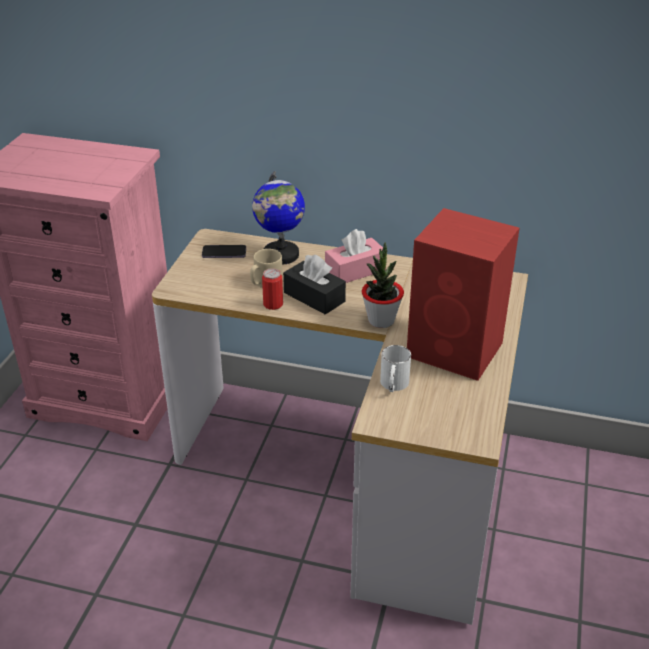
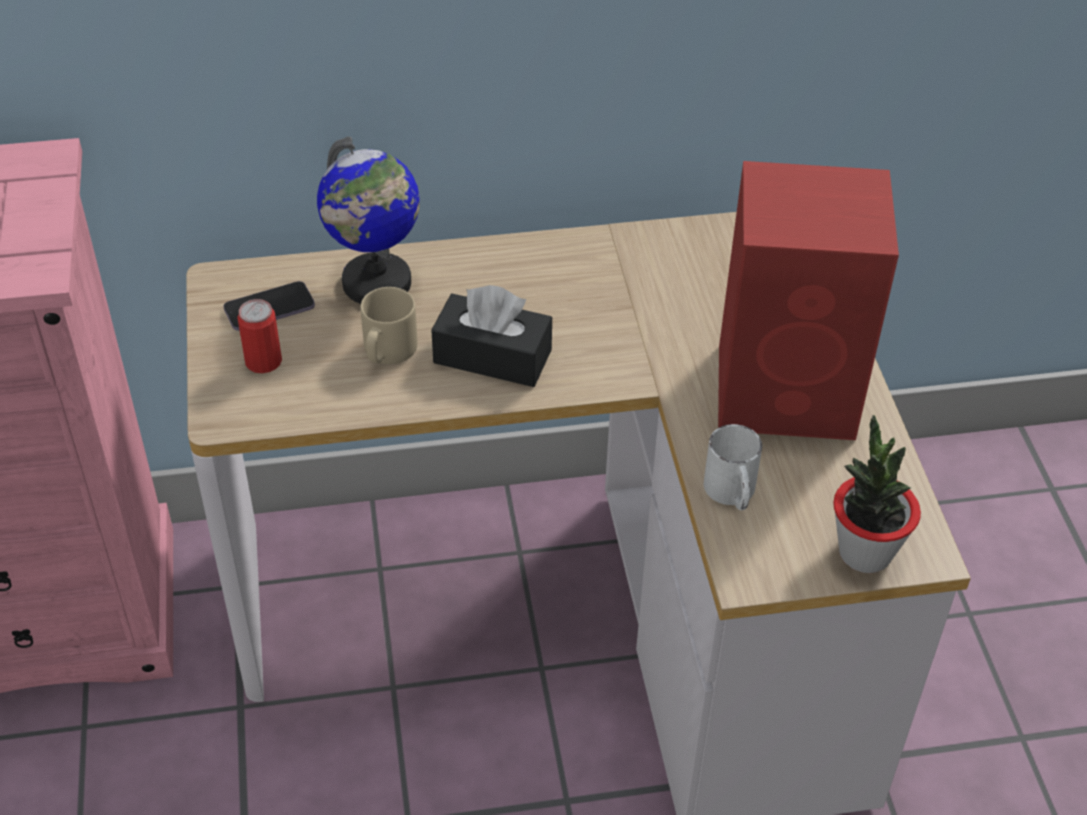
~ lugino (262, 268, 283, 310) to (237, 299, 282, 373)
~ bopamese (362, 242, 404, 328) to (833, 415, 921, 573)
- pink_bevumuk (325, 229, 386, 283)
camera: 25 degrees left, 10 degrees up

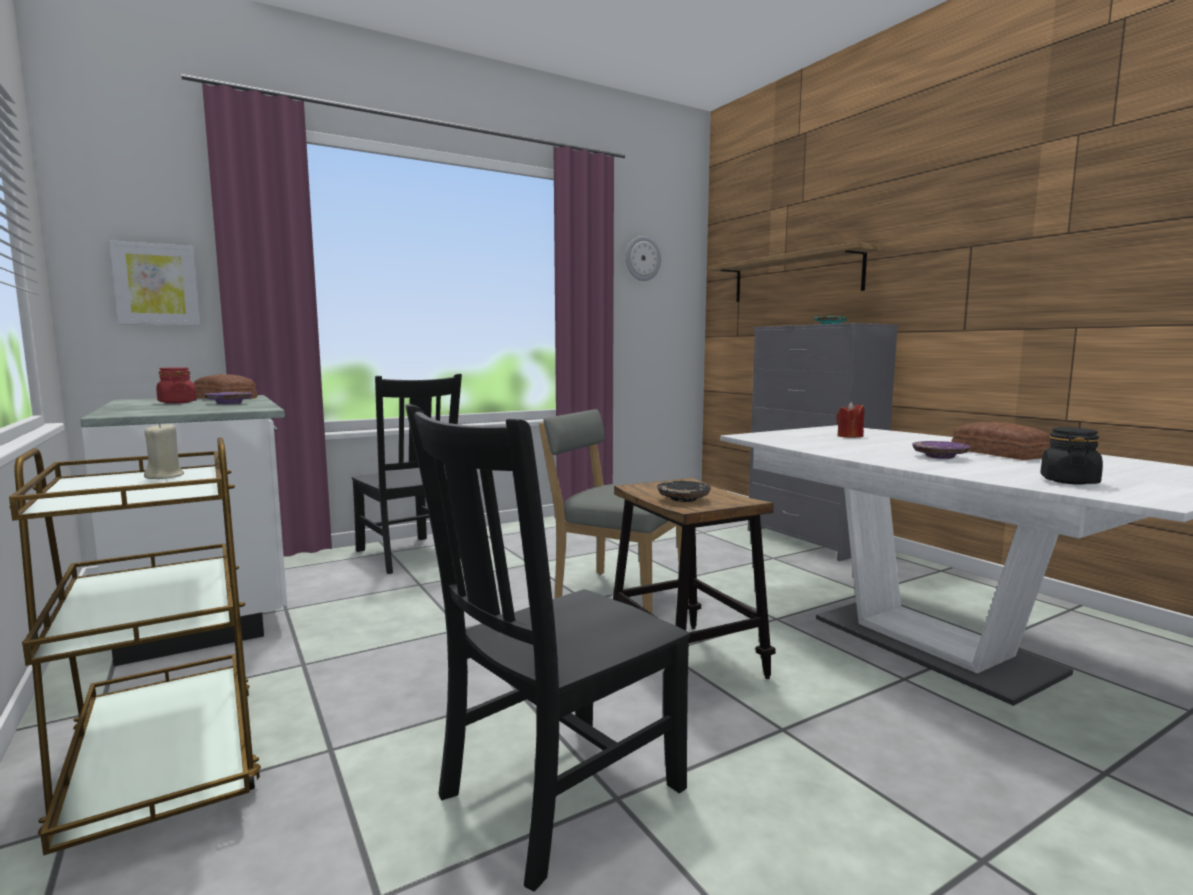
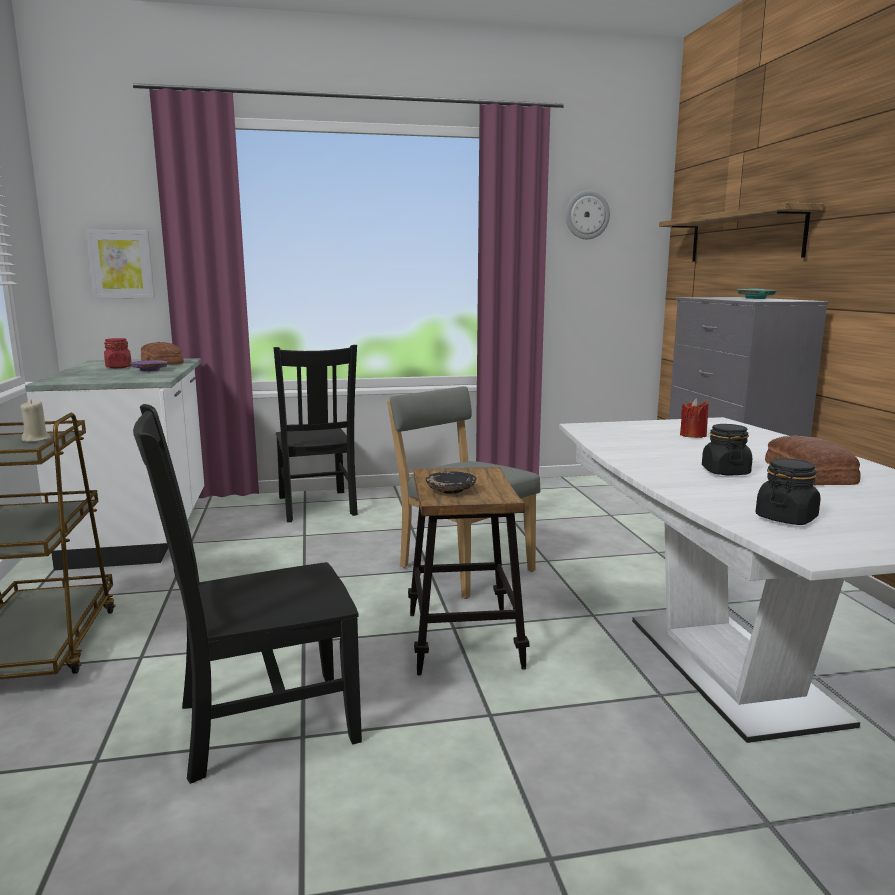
~ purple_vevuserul (912, 441, 971, 459) to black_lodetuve (702, 424, 752, 476)
camera: 20 degrees right, 5 degrees up

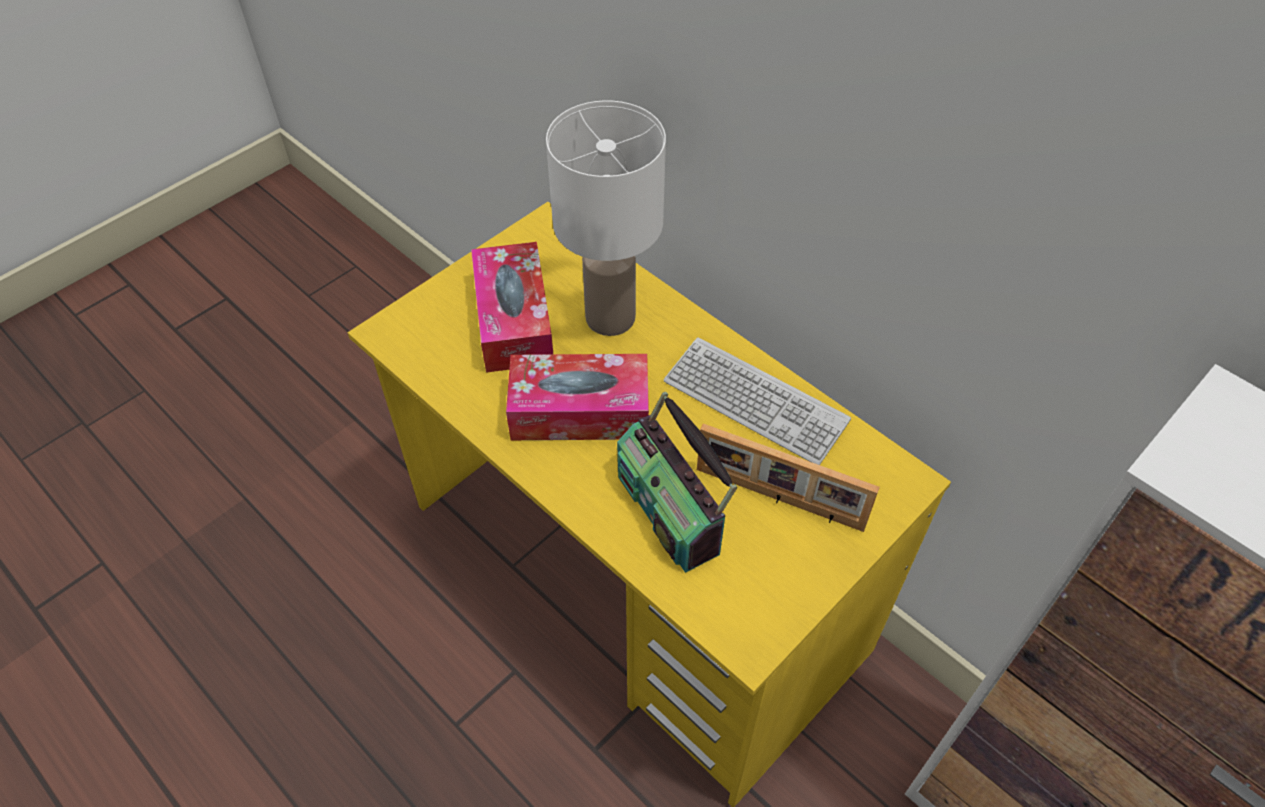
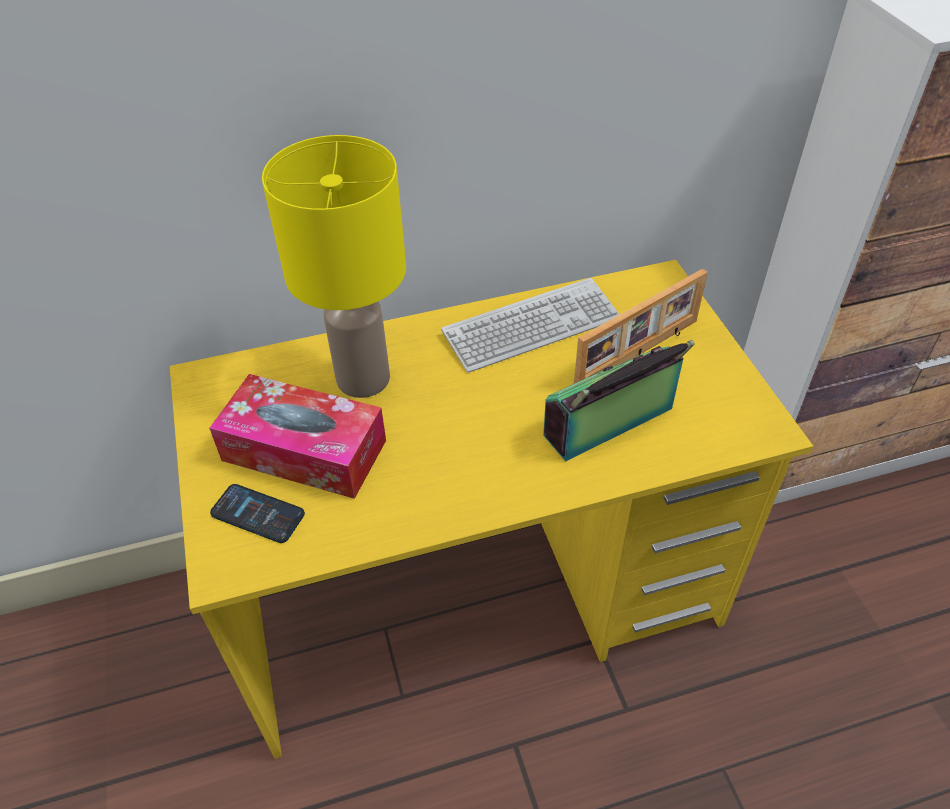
+ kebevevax (210, 484, 305, 543)
~ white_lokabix (546, 100, 666, 336) to yellow_lokabix (262, 135, 406, 398)
~ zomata (617, 392, 738, 573) = (543, 340, 694, 462) 150 degrees clockwise
- bevumuk (506, 354, 649, 440)
camera: 60 degrees left, 5 degrees down

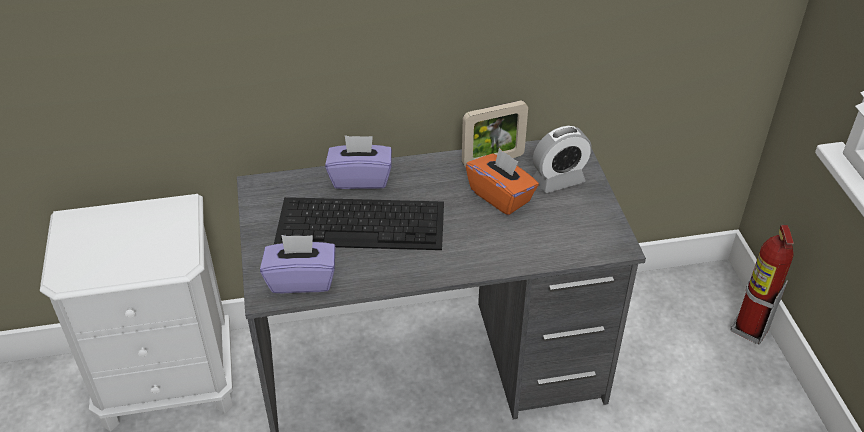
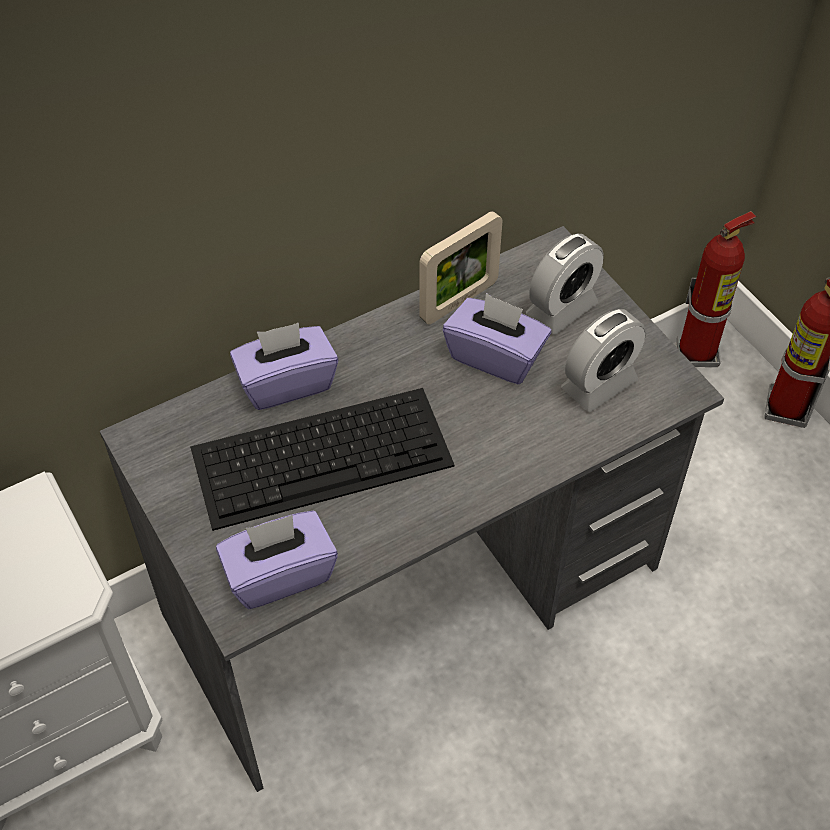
~ orange_bevumuk (466, 148, 539, 215) to purple_bevumuk (443, 293, 551, 384)
+ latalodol (561, 309, 646, 412)
+ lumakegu (676, 211, 757, 367)
camera: 20 degrees left, 10 degrees up

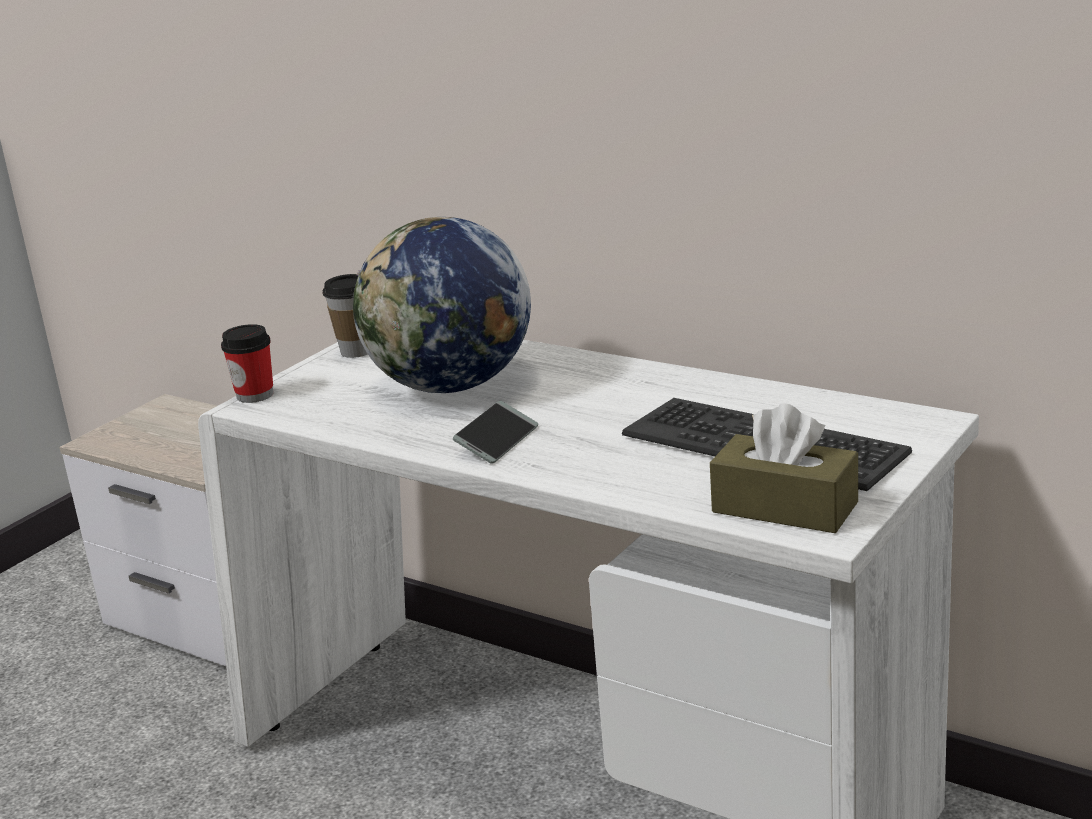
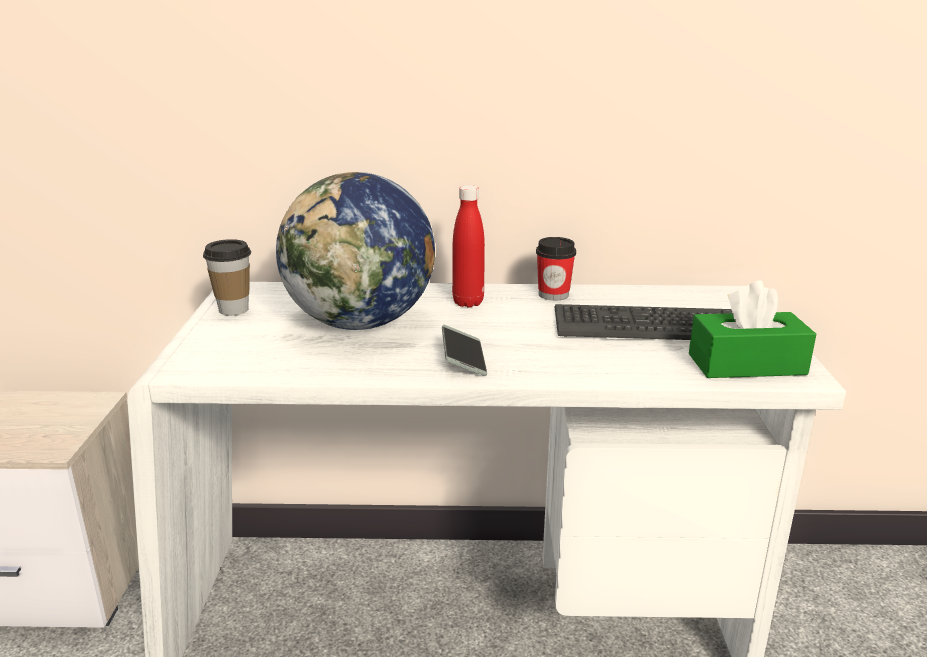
+ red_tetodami (452, 185, 485, 308)
~ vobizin (221, 324, 274, 403) to (536, 237, 576, 301)
~ brown_bevumuk (710, 403, 858, 533) to green_bevumuk (689, 281, 816, 378)
camera: 35 degrees left, 0 degrees up

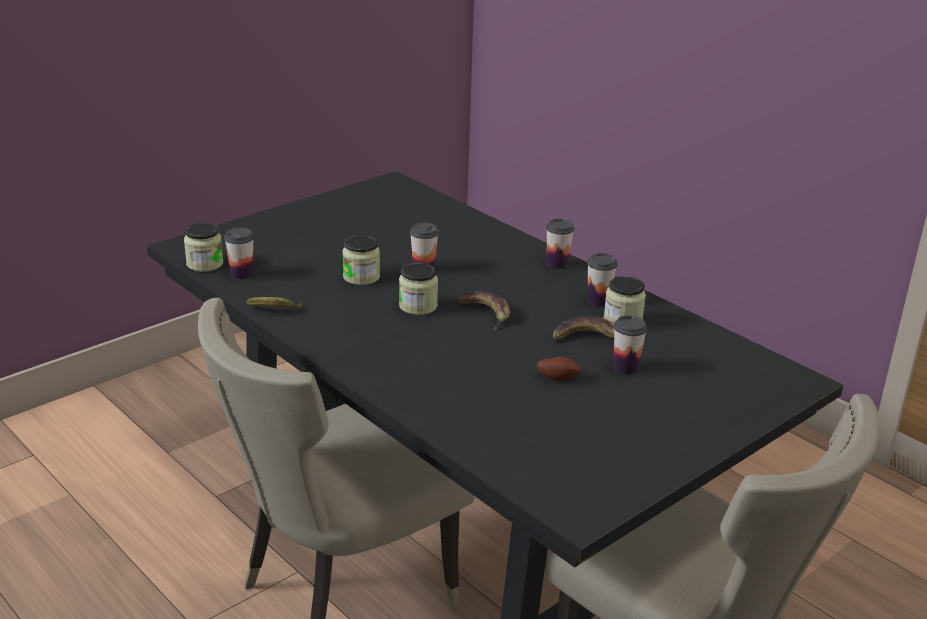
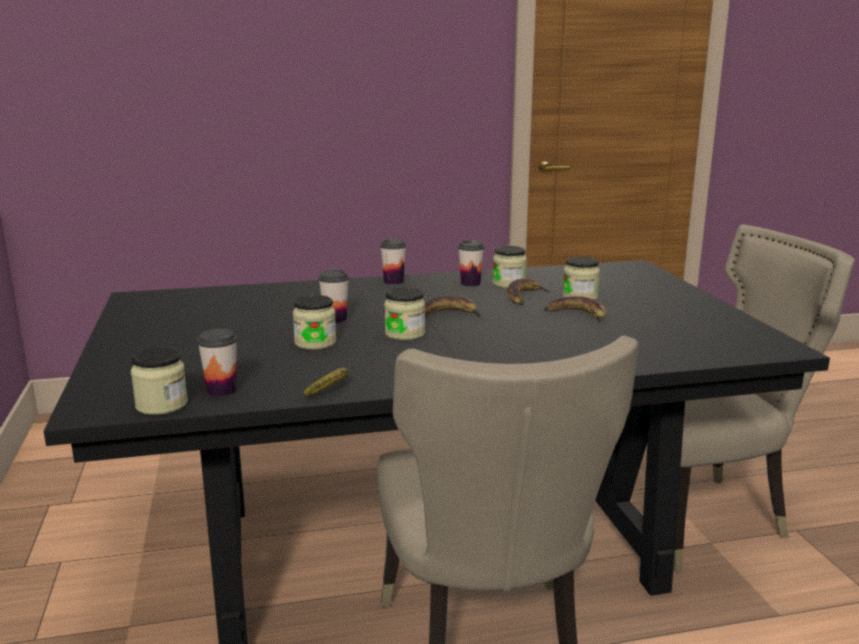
~ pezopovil (537, 356, 581, 380) to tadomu (544, 296, 606, 326)
~ vobizin (614, 315, 647, 374) to lodetuve (562, 257, 600, 300)
camera: 60 degrees left, 10 degrees down

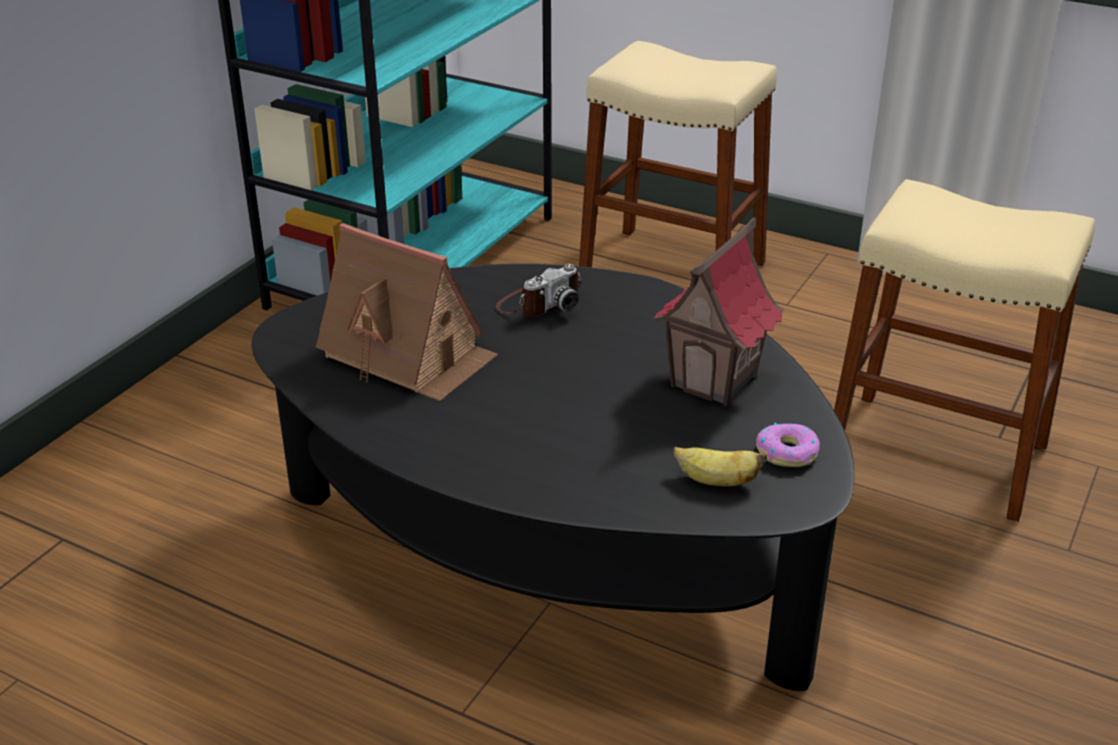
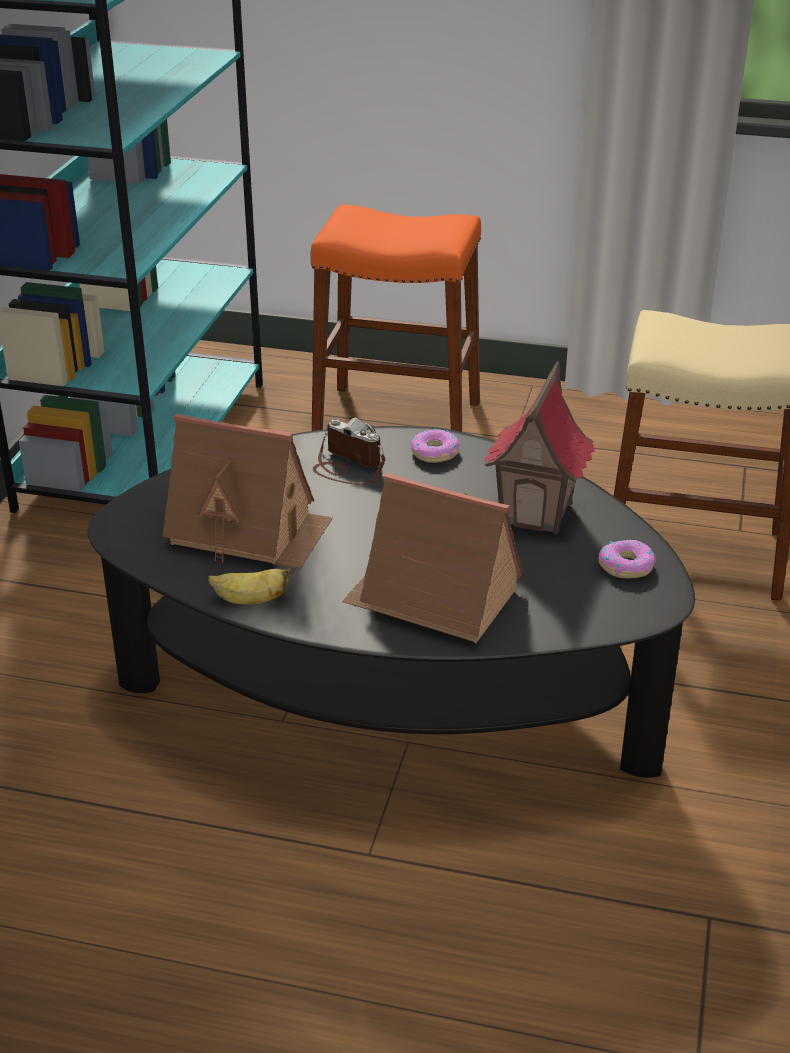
~ tadomu (673, 447, 767, 486) to (208, 568, 292, 604)
~ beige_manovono (579, 41, 777, 268) to orange_manovono (310, 205, 481, 432)
~ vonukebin (496, 264, 582, 317) = (313, 418, 385, 485) 90 degrees counterclockwise
+ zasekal (342, 473, 524, 643)
+ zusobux (411, 429, 460, 463)
camera: 15 degrees left, 0 degrees up

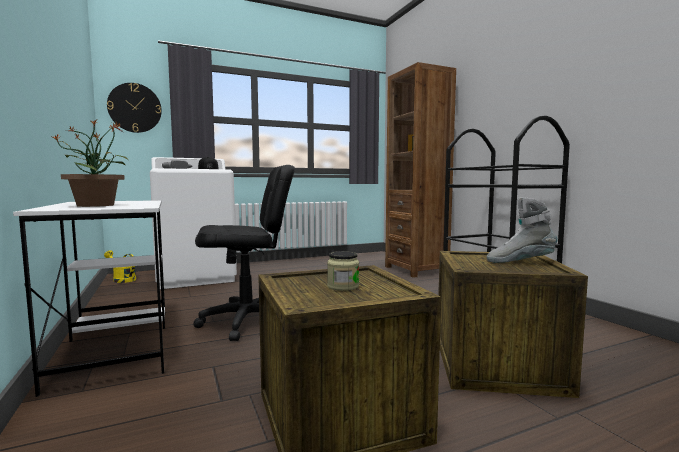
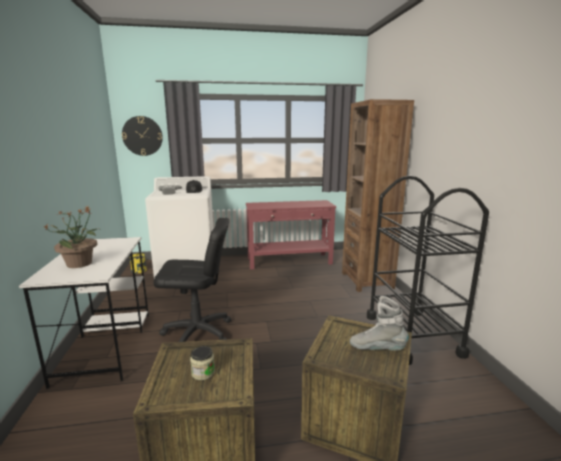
+ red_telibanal (246, 200, 336, 269)
camera: 15 degrees right, 10 degrees up

